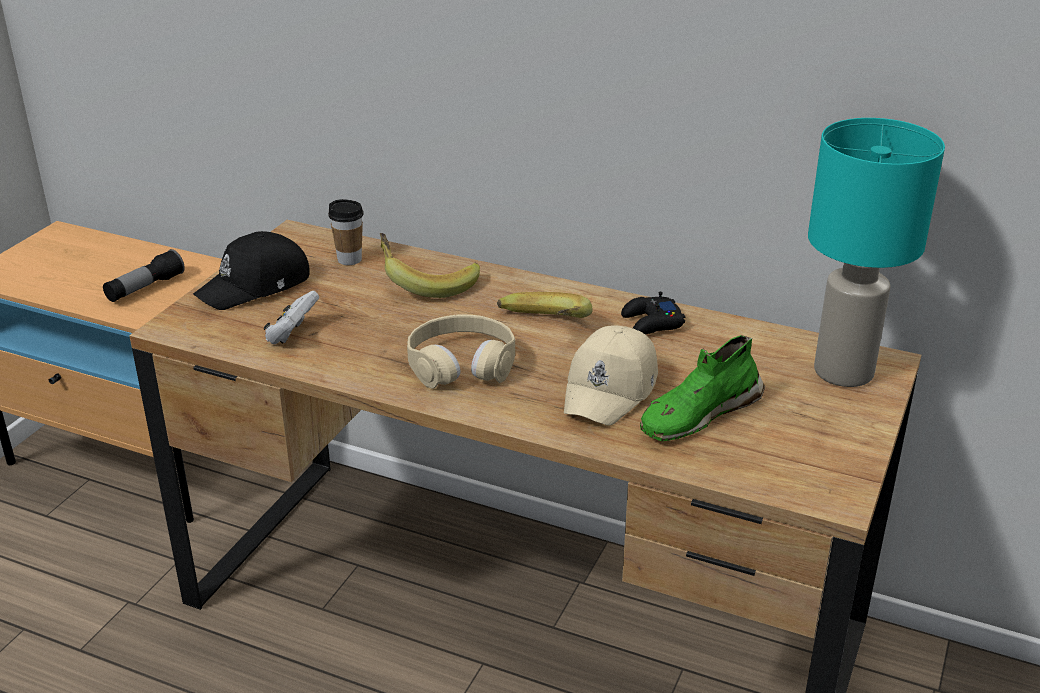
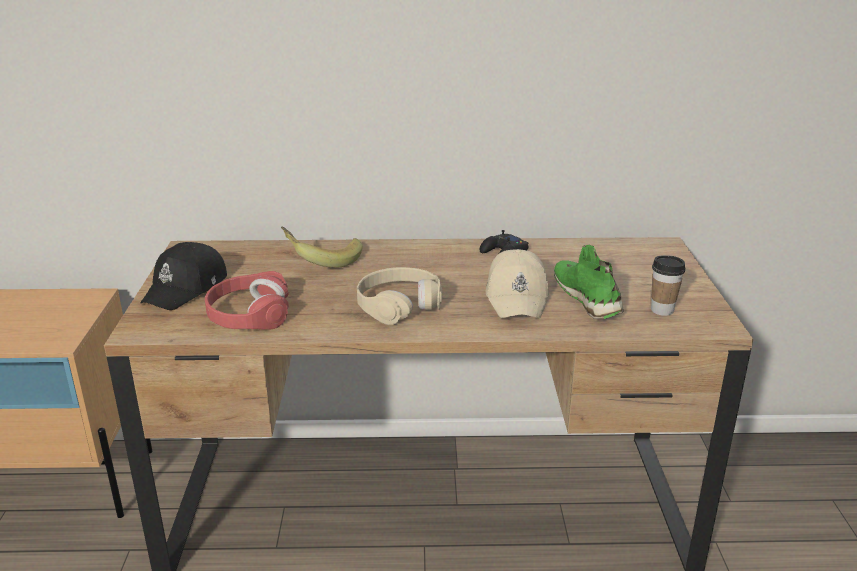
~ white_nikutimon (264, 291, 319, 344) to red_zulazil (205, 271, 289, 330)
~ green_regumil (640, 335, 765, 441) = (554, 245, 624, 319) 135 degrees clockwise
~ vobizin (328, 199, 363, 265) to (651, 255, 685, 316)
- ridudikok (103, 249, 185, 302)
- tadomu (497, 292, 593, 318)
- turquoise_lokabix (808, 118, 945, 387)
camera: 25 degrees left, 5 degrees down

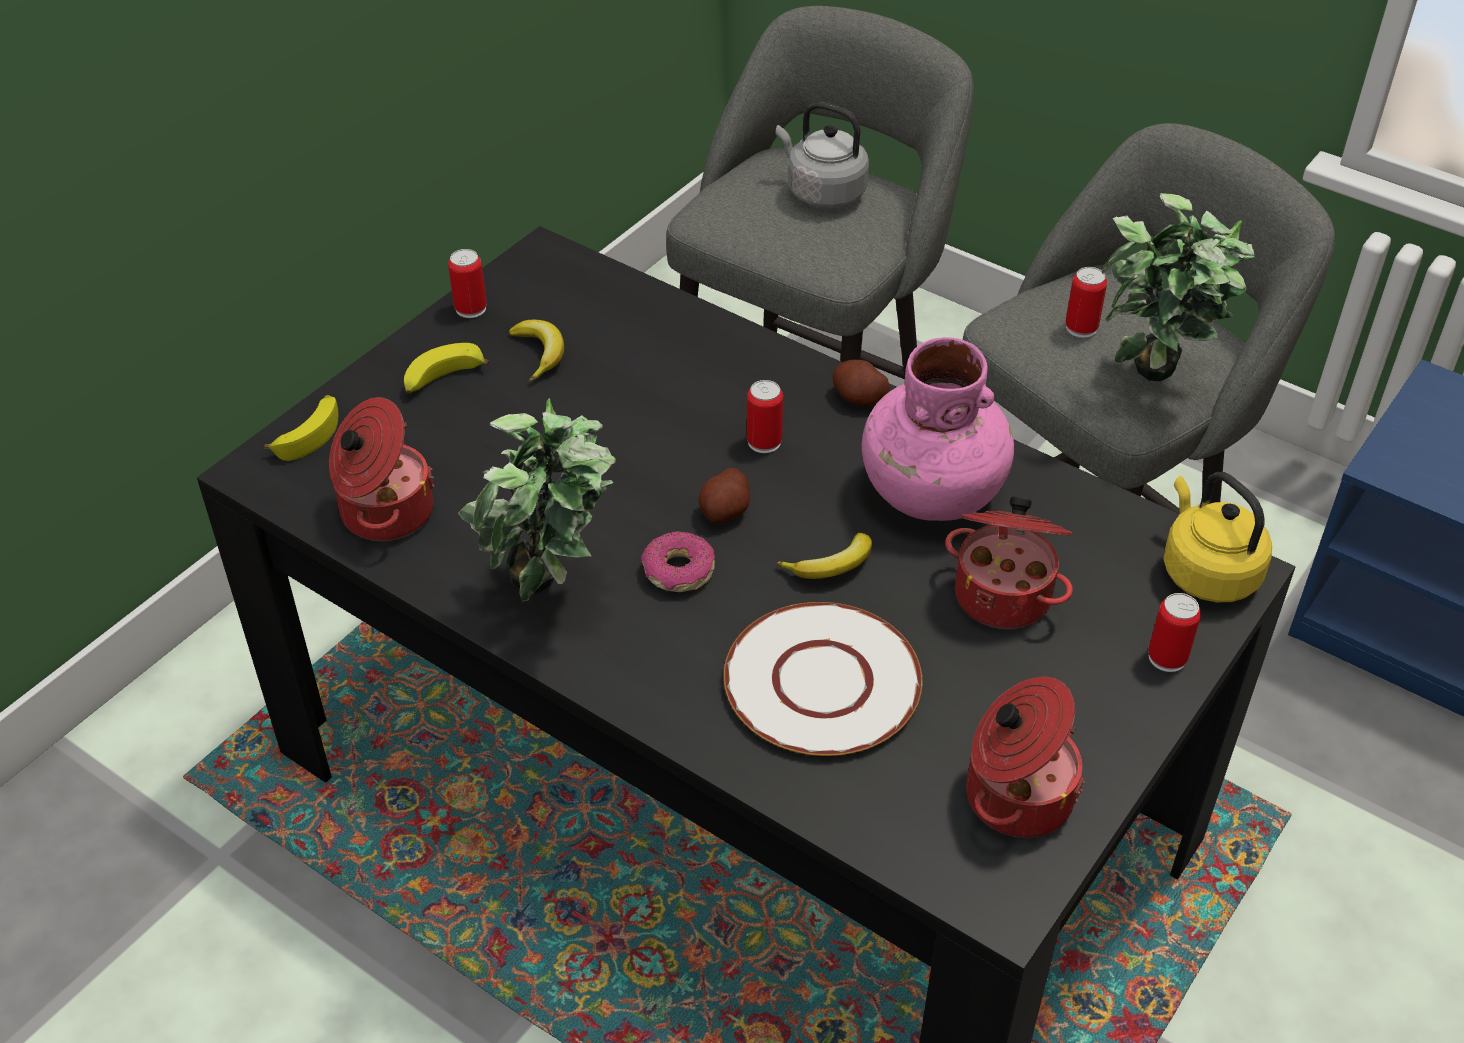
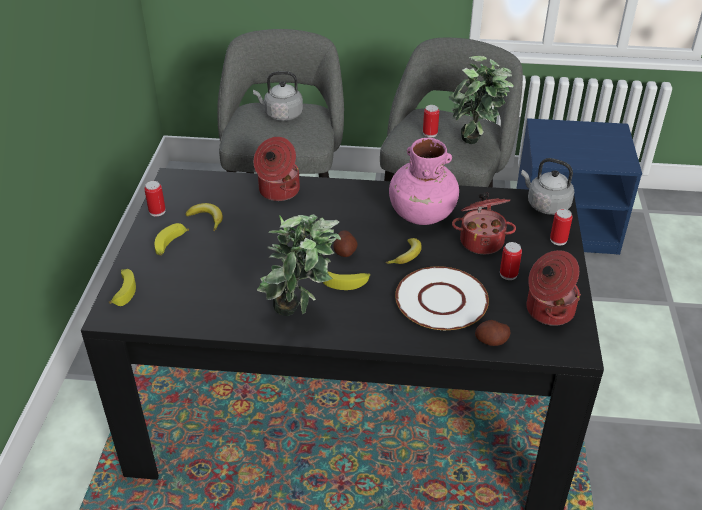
~ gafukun (329, 397, 435, 541) to (254, 137, 300, 201)
~ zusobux (641, 532, 715, 592) to tadomu (323, 272, 370, 290)
~ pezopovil (832, 360, 890, 406) to (475, 320, 511, 346)
~ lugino (747, 380, 783, 453) to (500, 242, 522, 280)
~ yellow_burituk (1163, 472, 1272, 602) to grey_burituk (521, 158, 574, 215)
camera: 30 degrees left, 5 degrees down

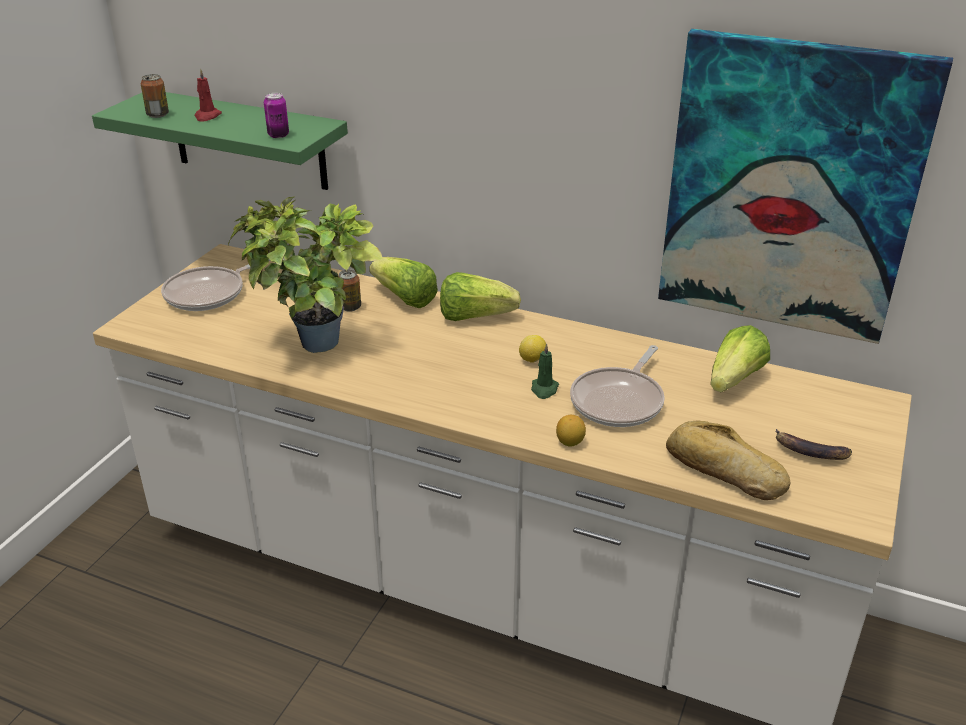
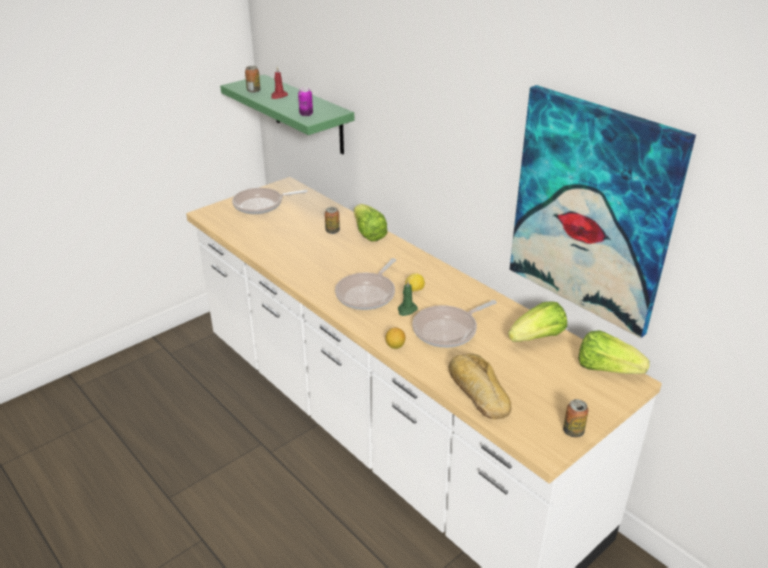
+ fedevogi (335, 258, 396, 310)
+ lugino (563, 399, 588, 437)
~ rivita (440, 272, 521, 321) to (578, 330, 650, 374)
- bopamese (228, 196, 383, 353)
- tadomu (776, 429, 852, 460)
camera: 25 degrees right, 0 degrees up

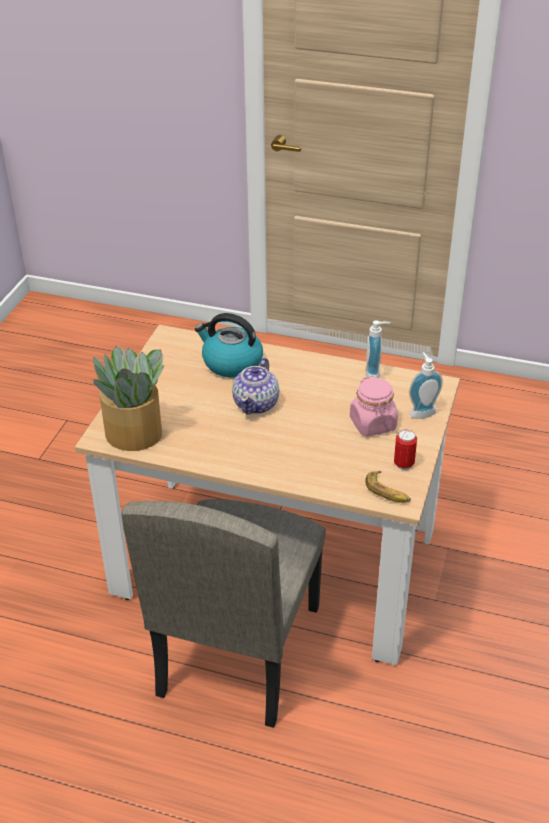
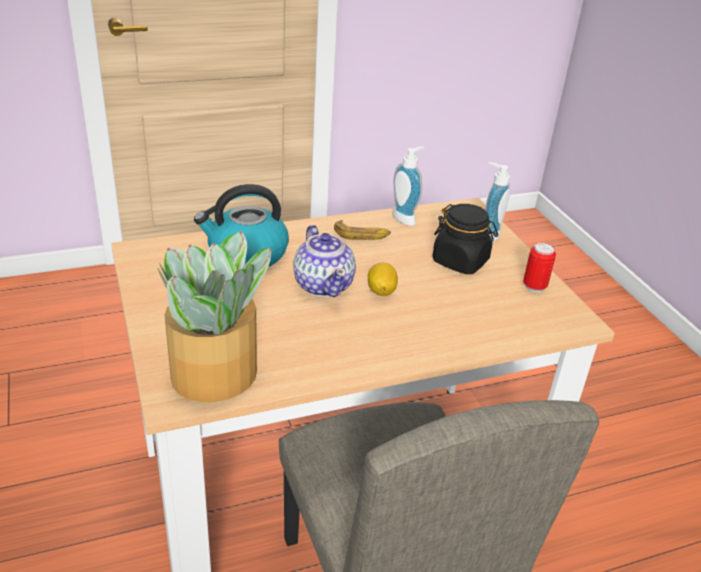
~ tadomu (365, 471, 411, 503) to (334, 220, 391, 240)
+ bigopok (368, 262, 398, 296)
~ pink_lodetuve (350, 376, 398, 436) to black_lodetuve (432, 204, 498, 274)
camera: 40 degrees left, 5 degrees down

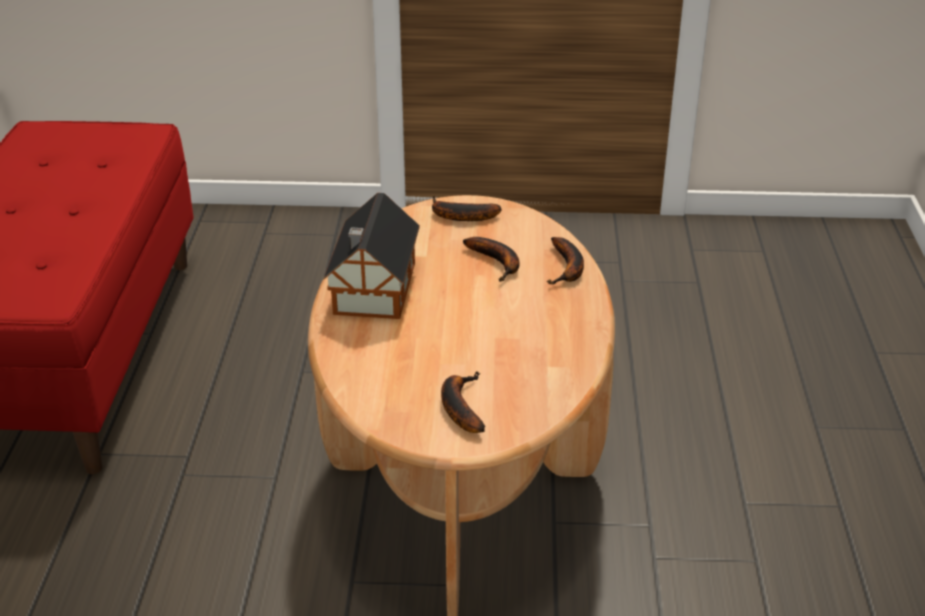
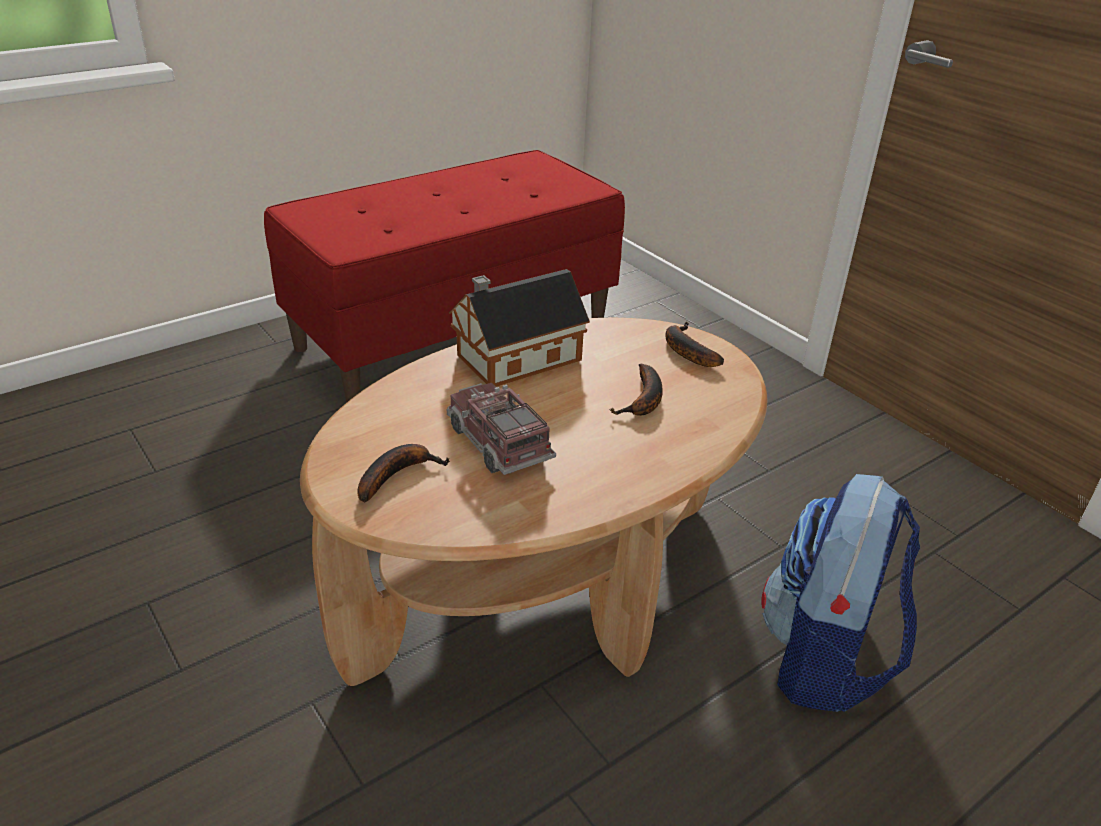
+ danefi (447, 383, 556, 475)
+ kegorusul (761, 474, 920, 712)
- tadomu (547, 237, 584, 285)
camera: 50 degrees right, 0 degrees up

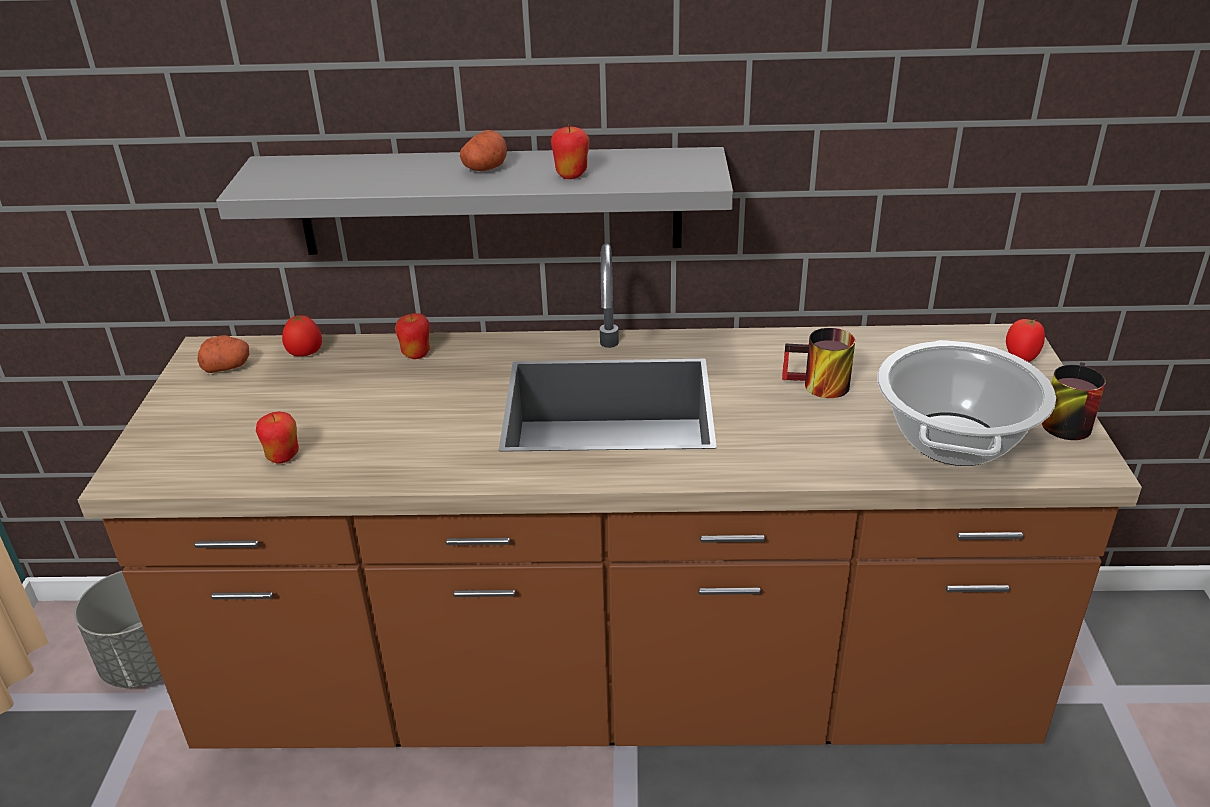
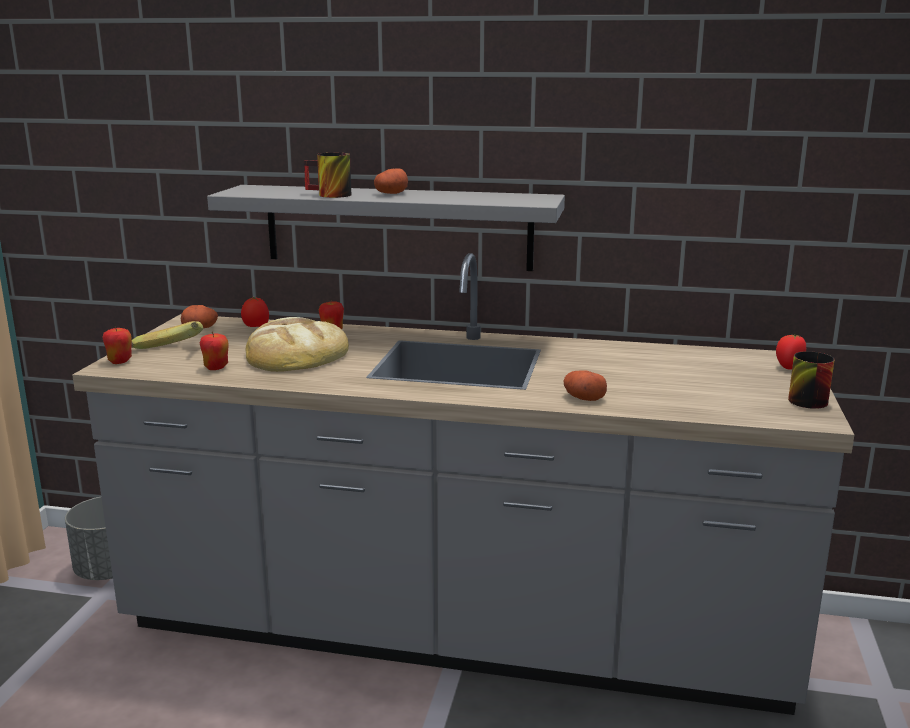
~ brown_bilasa (78, 244, 1142, 749) to grey_bilasa (72, 253, 854, 715)
~ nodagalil (551, 125, 589, 179) to (102, 326, 132, 364)
+ tadomu (131, 321, 203, 349)
+ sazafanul (246, 317, 349, 372)
~ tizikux (782, 328, 855, 398) to (304, 153, 351, 198)
+ pezopovil (564, 370, 607, 401)
- gafukun (878, 340, 1056, 466)
camera: 10 degrees right, 15 degrees down

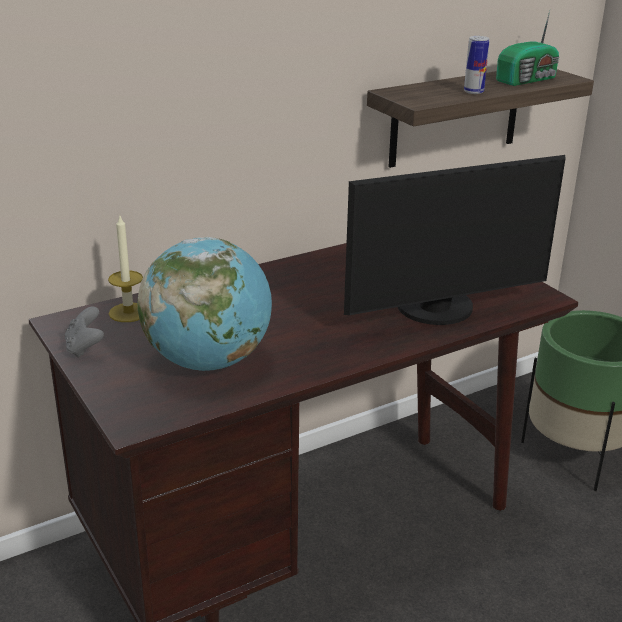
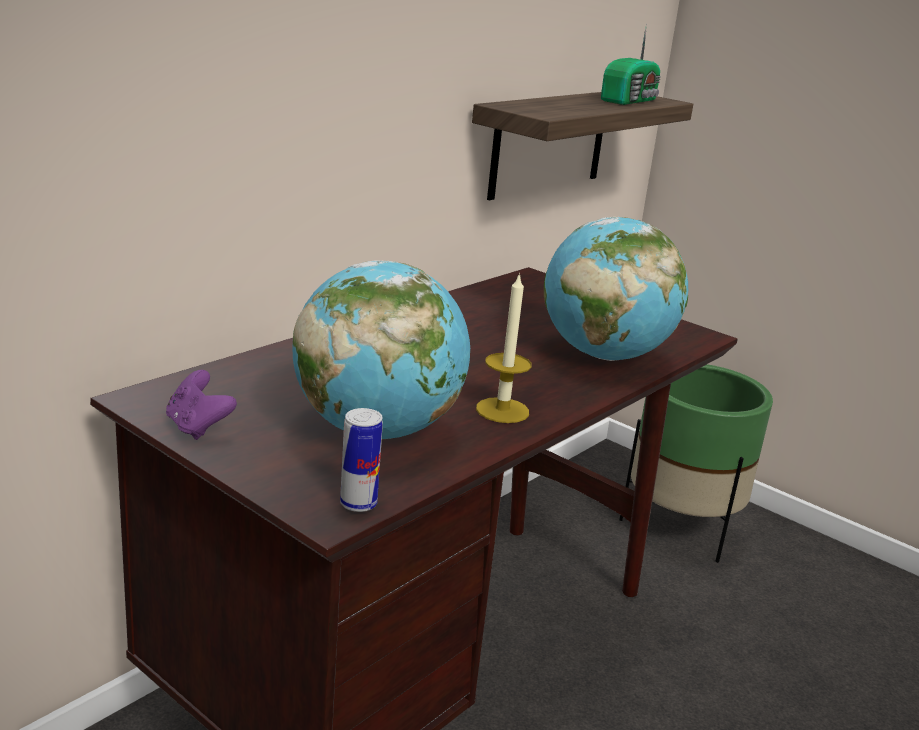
~ grey_nikutimon (65, 306, 104, 358) to purple_nikutimon (166, 370, 237, 440)
~ lugino (464, 36, 489, 94) to (340, 408, 383, 512)
~ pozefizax (108, 216, 143, 322) to (476, 272, 531, 423)
~ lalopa (344, 155, 565, 325) to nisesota (544, 217, 688, 361)
camera: 20 degrees left, 5 degrees down

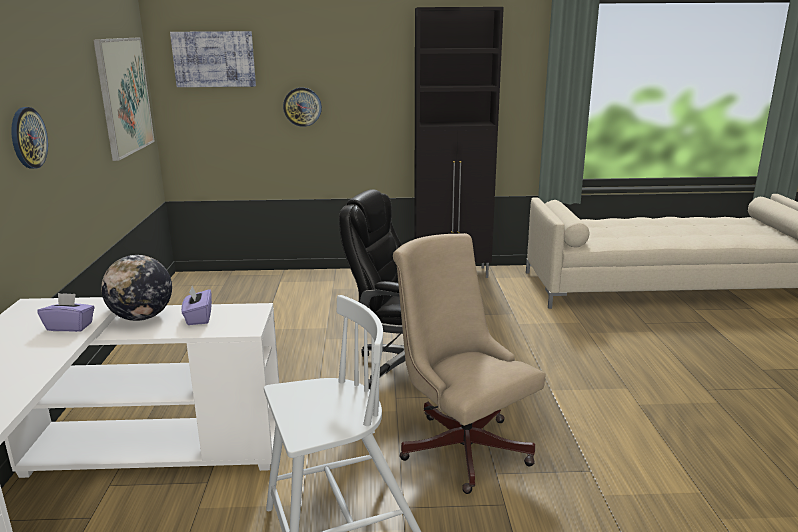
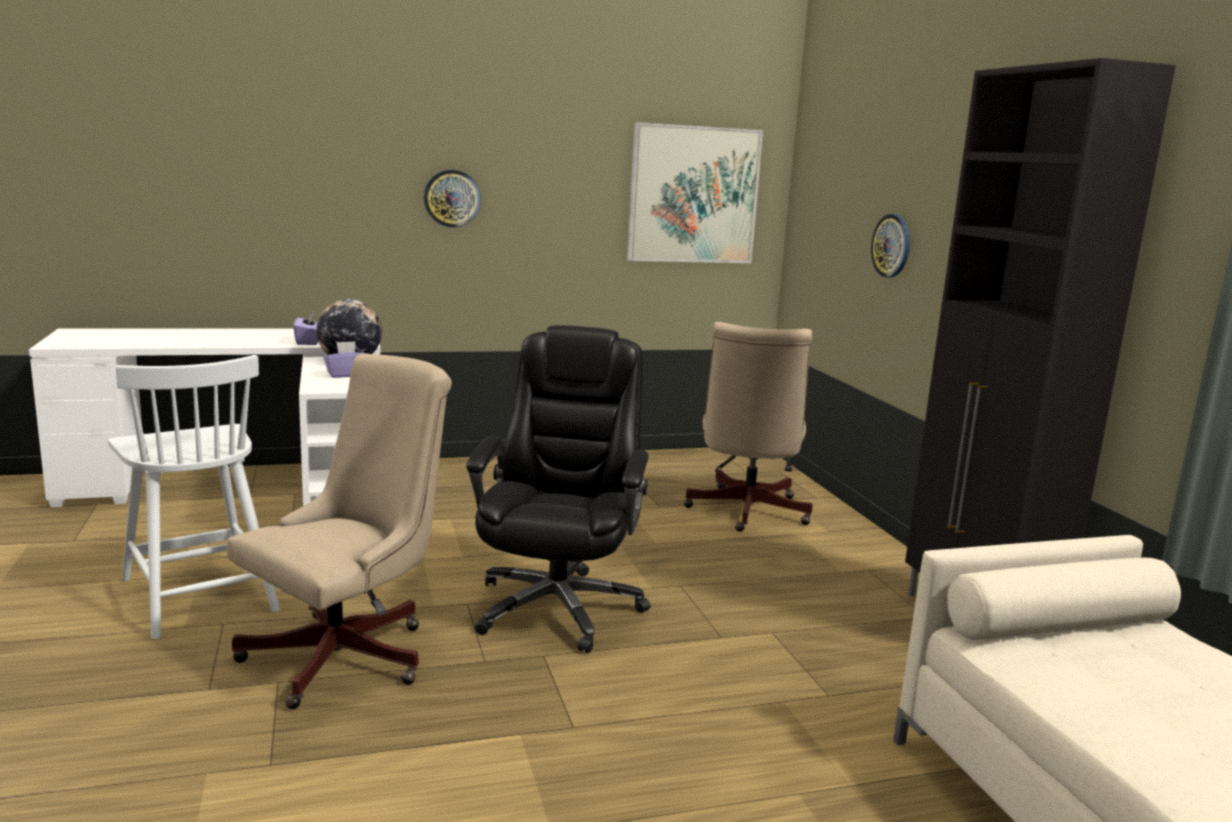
+ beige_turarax (684, 322, 813, 532)
- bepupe (170, 31, 256, 87)
camera: 75 degrees right, 5 degrees down

